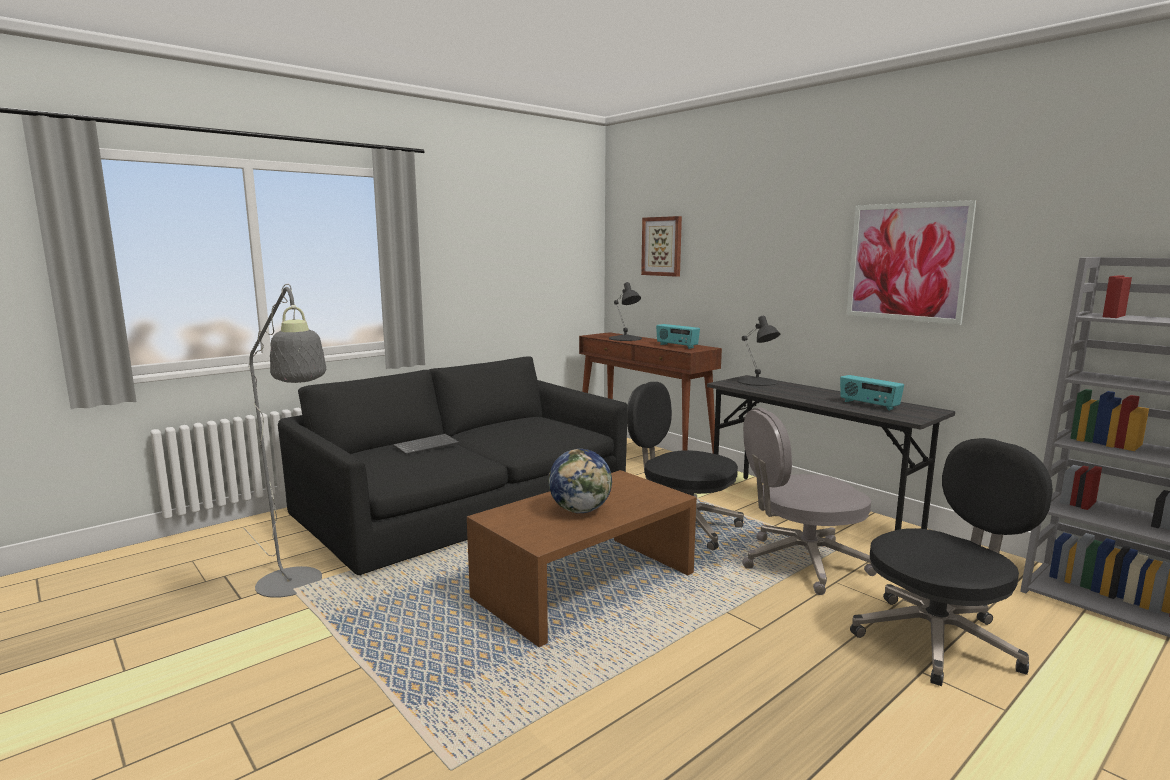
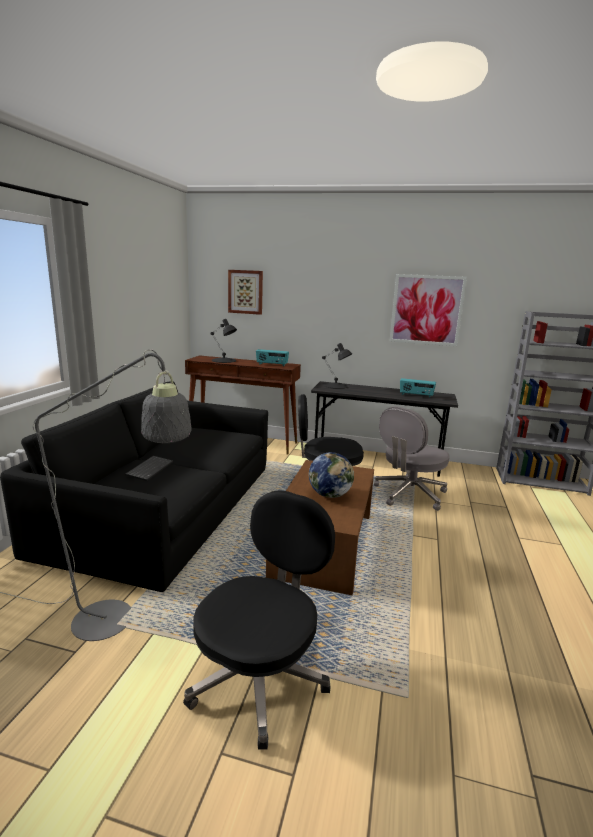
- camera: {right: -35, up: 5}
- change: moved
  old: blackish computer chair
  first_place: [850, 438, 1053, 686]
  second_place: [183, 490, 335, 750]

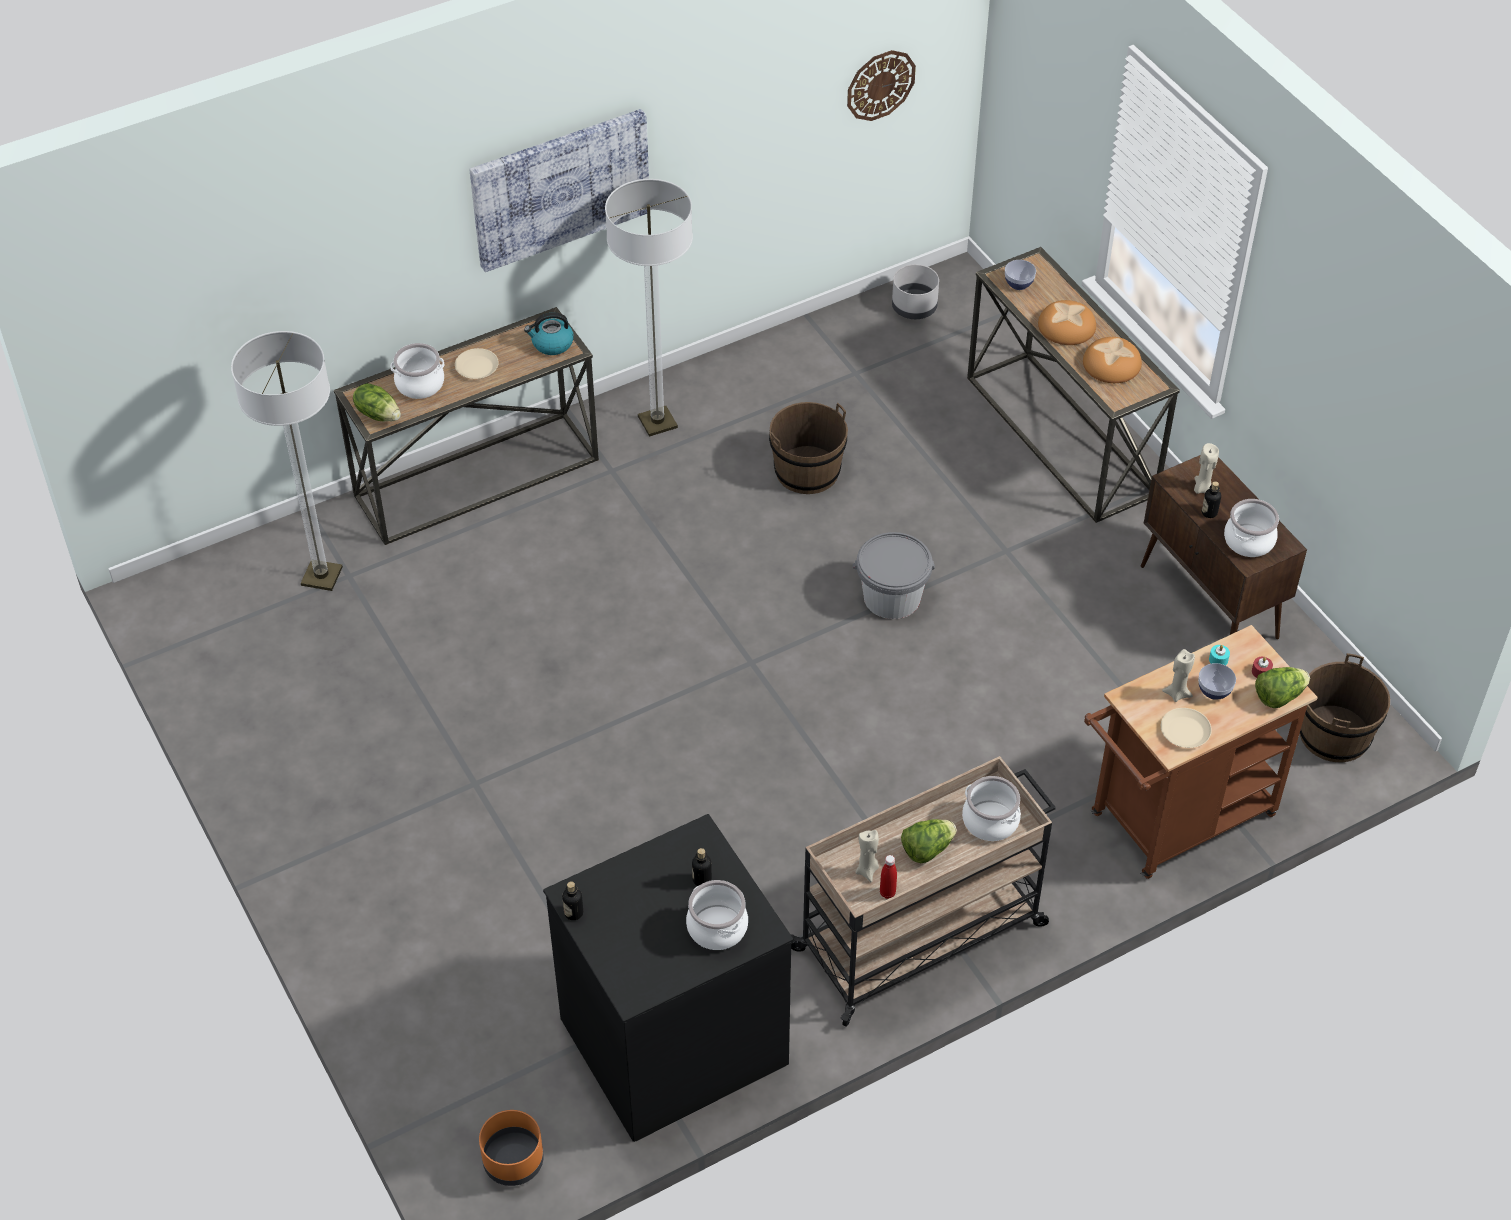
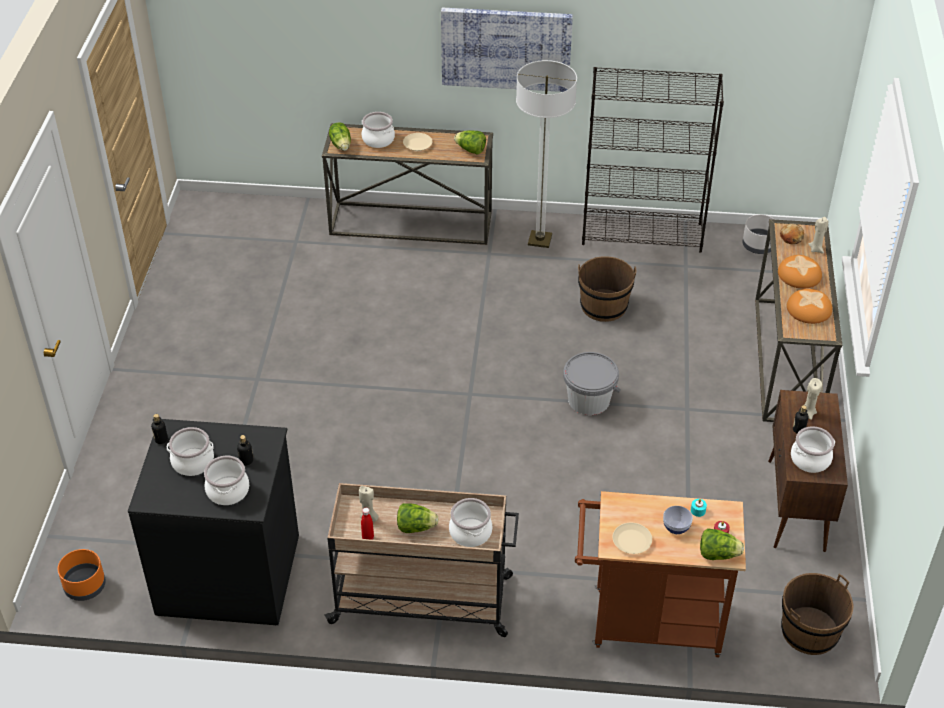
- camera: {right: 35, up: -5}
- change: removed
  old: wall clock
  first_place: [847, 50, 916, 121]
- change: replaced
  old: serving bowl
  new: bakery bread
  first_place: [1005, 260, 1036, 290]
  second_place: [780, 224, 804, 244]
- change: replaced
  old: tea kettle
  new: lettuce
  first_place: [524, 312, 574, 355]
  second_place: [454, 130, 486, 155]
- change: removed
  old: standing lamp
  first_place: [231, 331, 343, 591]
- change: moved
  old: beige wax light
  first_place: [1162, 649, 1195, 702]
  second_place: [809, 217, 829, 254]
- change: added
  new: blackish shelving unit
  second_place: [582, 67, 724, 253]
- change: added
  new: cooking pot
  second_place: [167, 427, 214, 476]

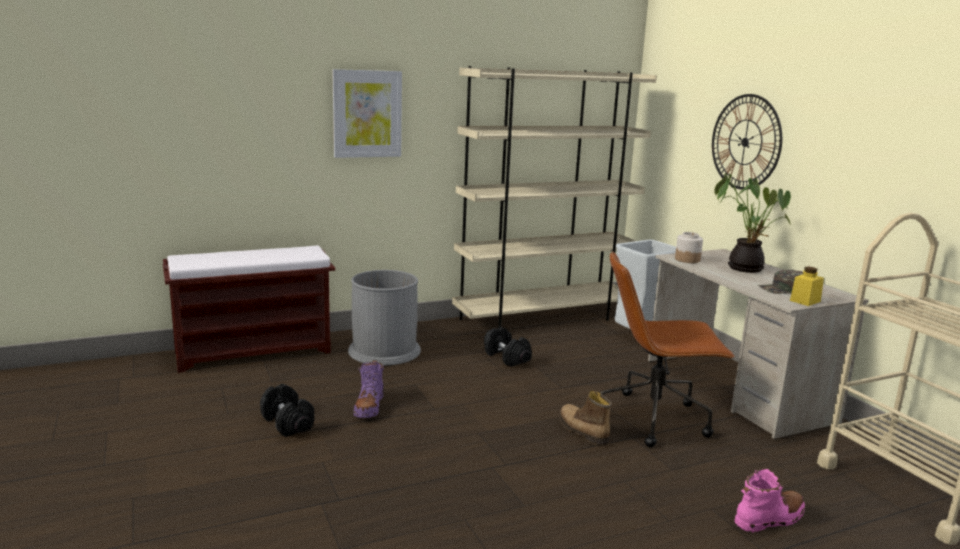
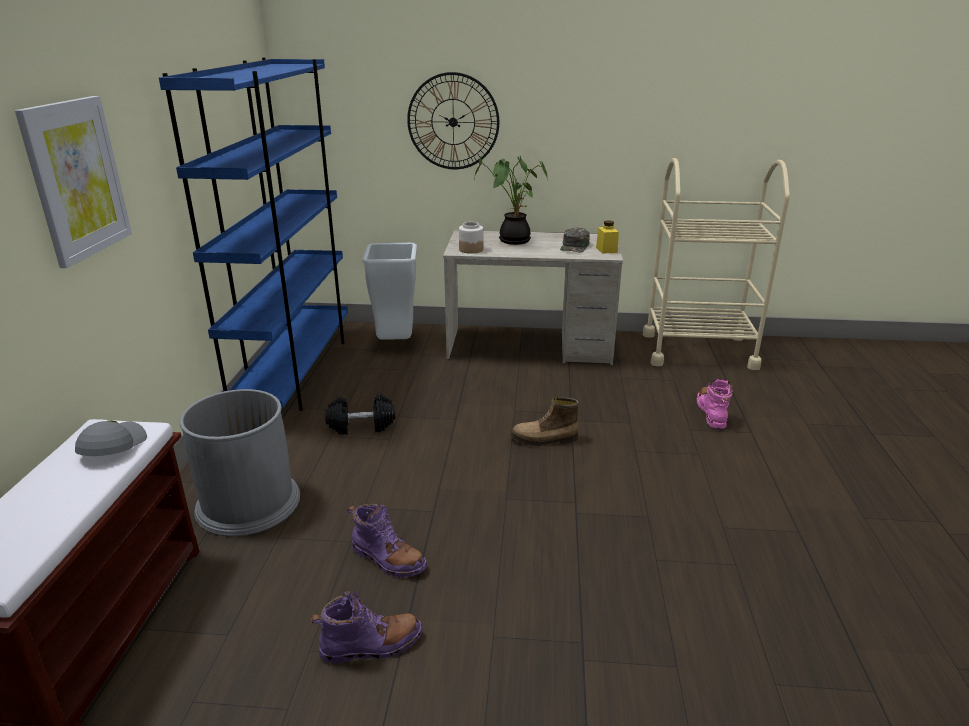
- camera: {right: -60, up: 10}
- change: recoloured
  old: beige shelving unit
  new: blue shelving unit
  first_place: [452, 66, 657, 328]
  second_place: [159, 58, 348, 411]
- change: removed
  old: brownish computer chair
  first_place: [600, 251, 735, 447]
- change: replaced
  old: blackish free weight
  new: purple high-top boot
  first_place: [260, 384, 314, 437]
  second_place: [311, 591, 423, 664]
- change: added
  new: grey baseball cap
  second_place: [75, 421, 147, 456]

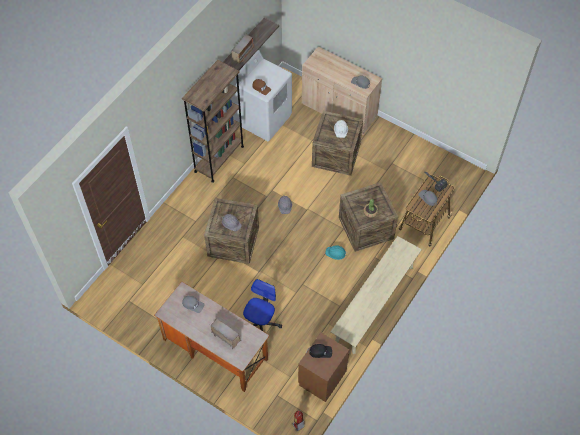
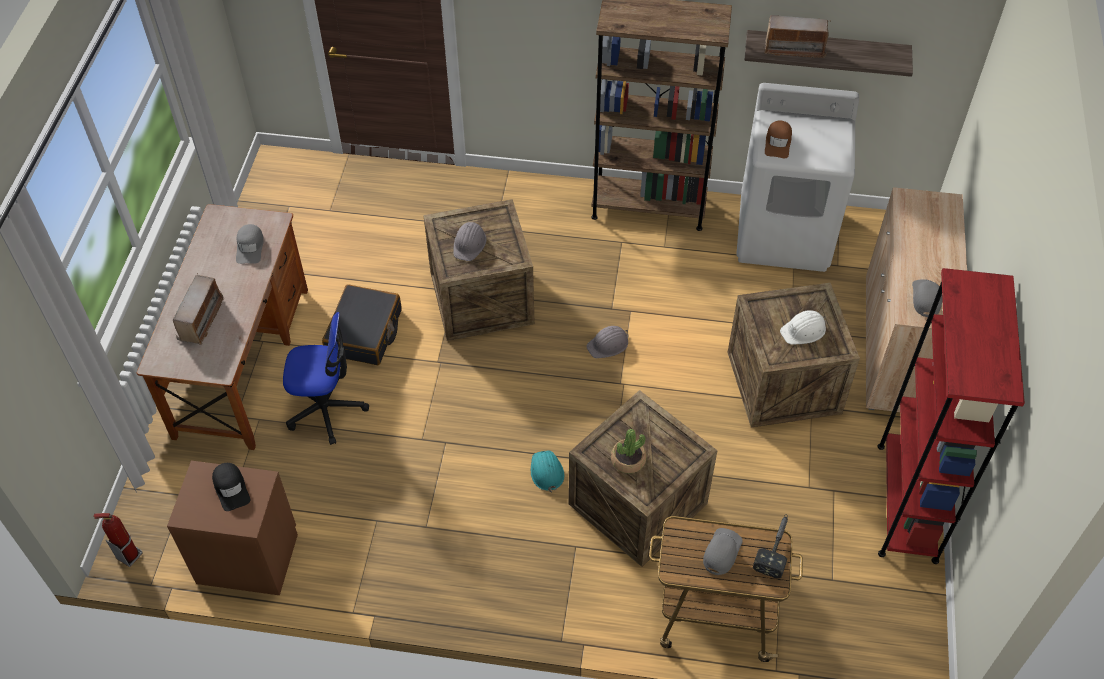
- camera: {right: 65, up: -5}
- change: removed
  old: beige long seat
  first_place: [330, 236, 422, 354]
- change: added
  new: red shelving unit
  second_place: [877, 268, 1025, 564]
- change: added
  new: blackish suitcase
  second_place: [322, 284, 402, 365]

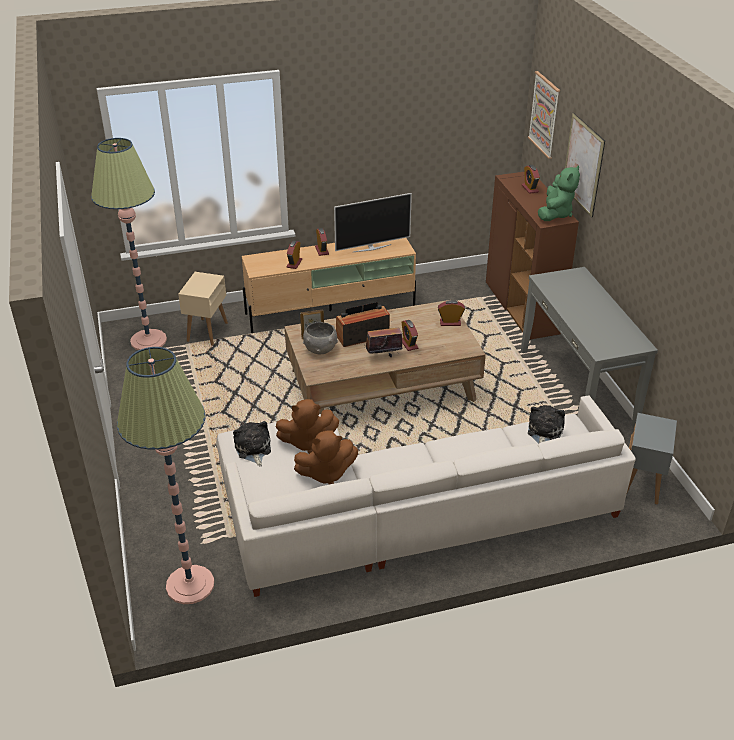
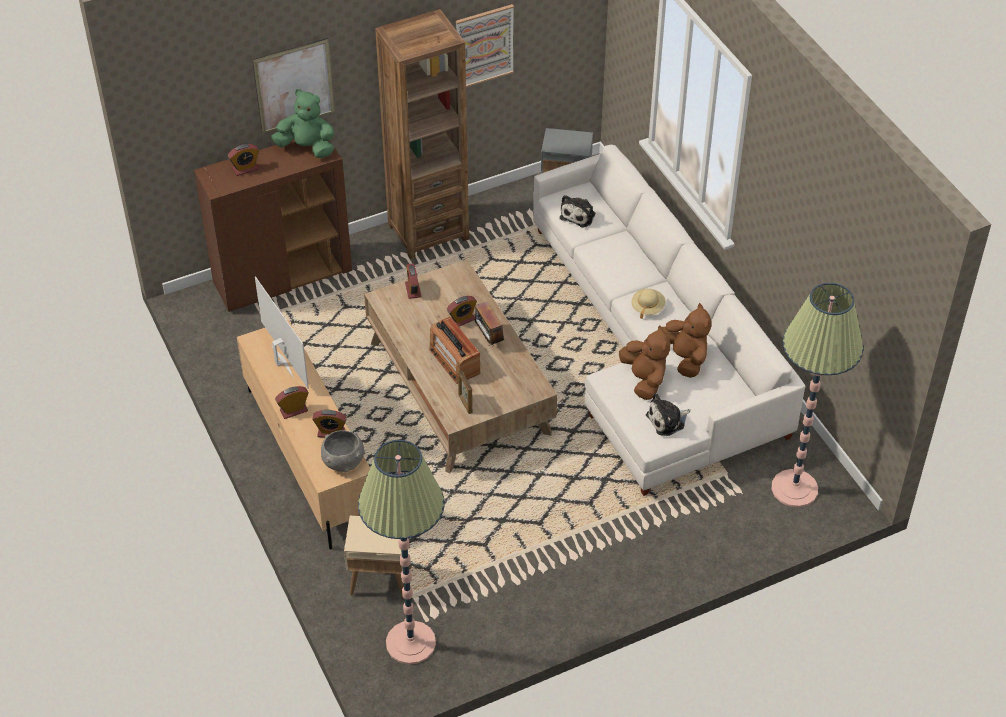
- camera: {right: -100, up: 10}
- change: moved
  old: picture
  first_place: [528, 71, 560, 159]
  second_place: [456, 4, 514, 87]
- change: replaced
  old: grey narrow table
  new: brownish shelving unit
  first_place: [521, 267, 658, 428]
  second_place: [375, 9, 469, 259]
- change: moved
  old: grey serving bowl
  first_place: [303, 322, 338, 354]
  second_place: [321, 430, 365, 472]
- change: turned
  old: soft toy
  first_place: [528, 405, 565, 444]
  second_place: [560, 195, 595, 227]
  degrees: -75
- change: added
  new: beige clothing hat
  second_place: [631, 289, 665, 319]

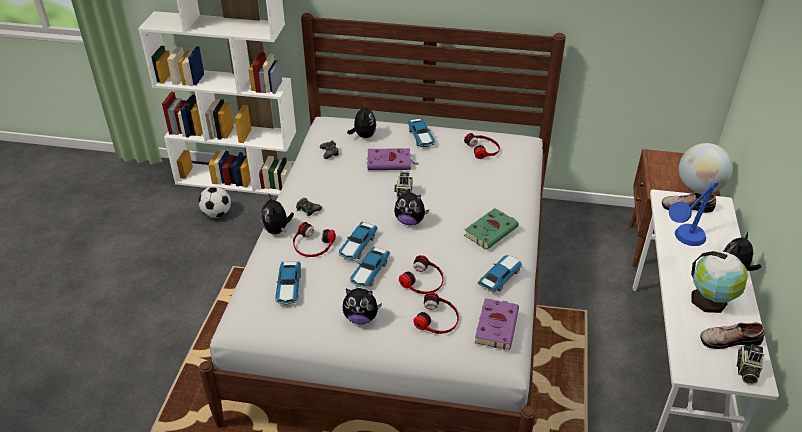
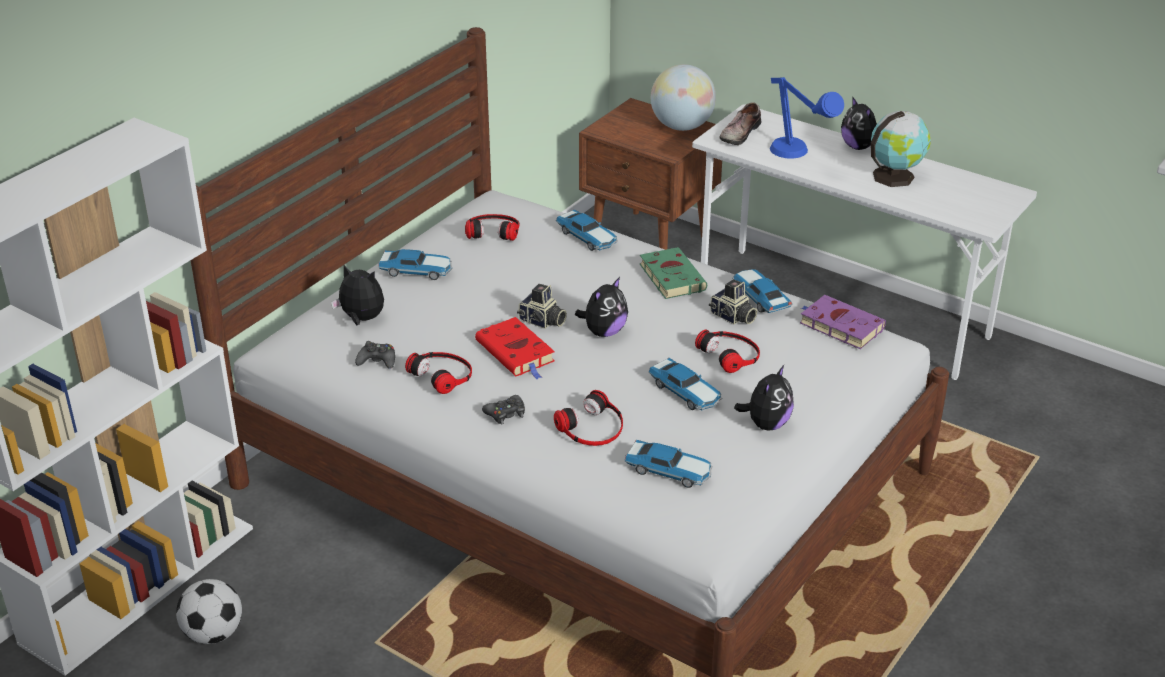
- camera: {right: -65, up: -5}
- change: removed
  old: purple book
  first_place: [367, 148, 419, 170]
- change: removed
  old: soft toy
  first_place: [261, 194, 294, 234]
- change: moved
  old: model car
  first_place: [339, 222, 378, 261]
  second_place: [556, 210, 618, 251]
- change: moved
  old: headphones
  first_place: [413, 293, 459, 334]
  second_place: [405, 352, 472, 394]
- change: removed
  old: item of footwear
  first_place: [700, 322, 765, 349]
- change: moved
  old: photo camera
  first_place: [737, 344, 764, 385]
  second_place: [709, 279, 757, 324]
- change: added
  new: red book
  second_place: [475, 317, 555, 379]

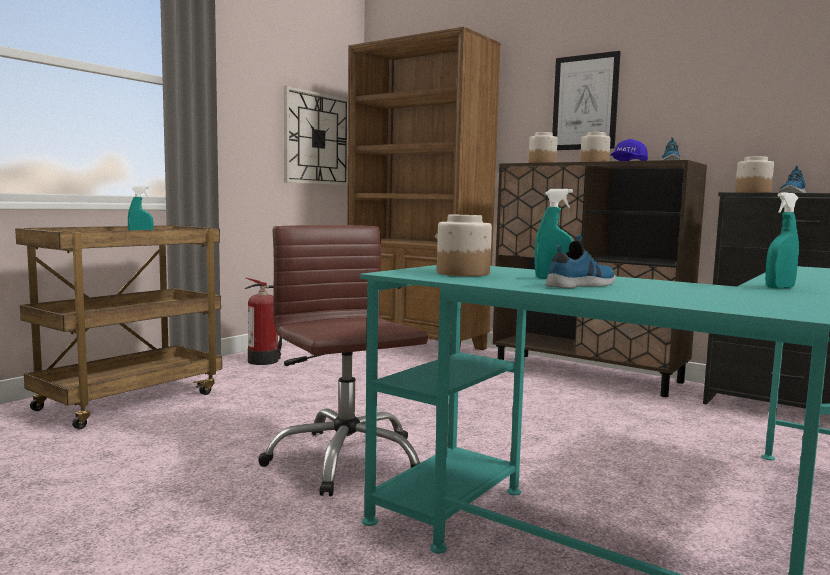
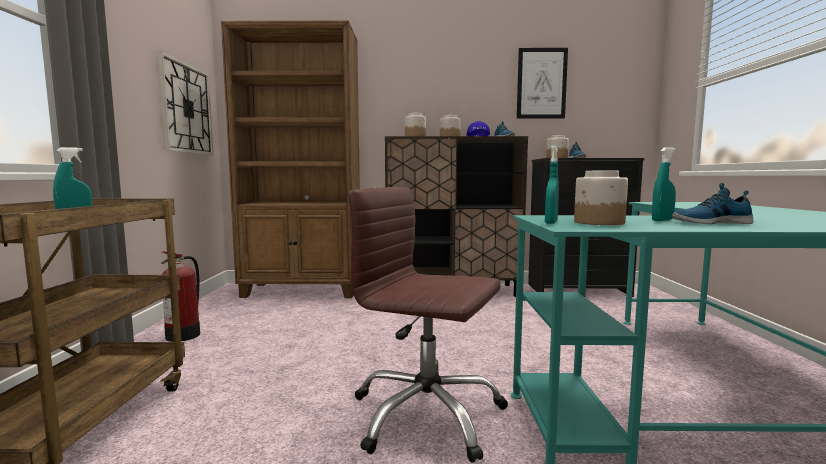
- camera: {right: -35, up: 0}
- change: moved
  old: picture
  first_place: [552, 51, 621, 150]
  second_place: [517, 48, 568, 119]
- change: moved
  old: blue-green sprayer
  first_place: [765, 192, 799, 289]
  second_place: [545, 145, 559, 224]
- change: turned
  old: item of footwear
  first_place: [545, 235, 616, 288]
  second_place: [672, 183, 753, 224]
  degrees: -105

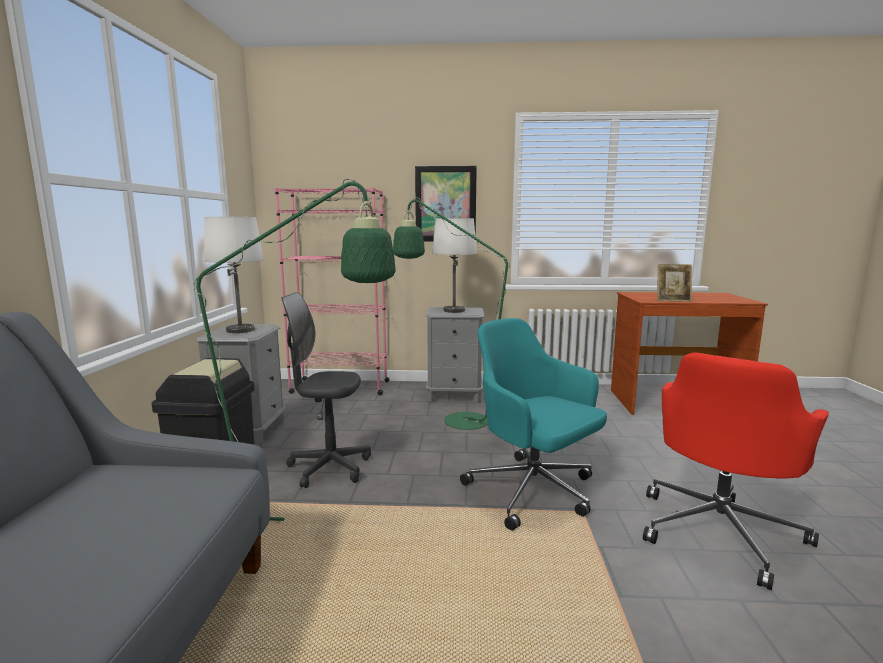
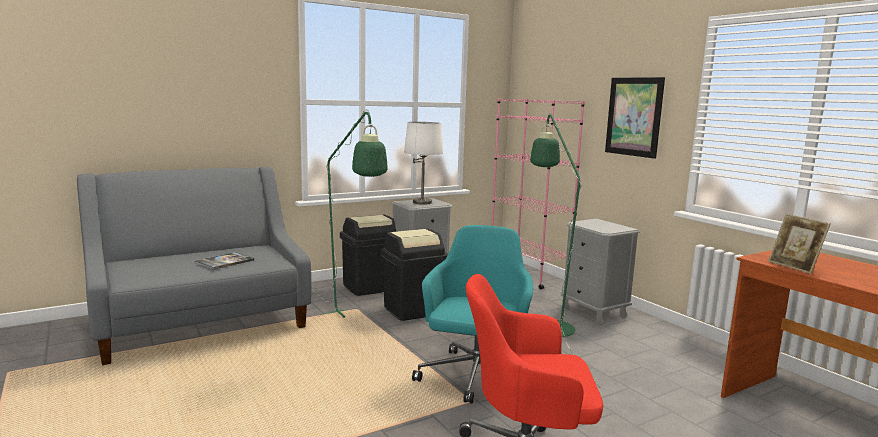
- camera: {right: 55, up: 0}
- change: removed
  old: whitish table lamp
  first_place: [432, 217, 477, 313]
- change: replaced
  old: grey computer chair
  new: blackish waste bin
  first_place: [281, 292, 371, 488]
  second_place: [381, 229, 448, 321]
- change: added
  new: book
  second_place: [194, 252, 254, 270]

